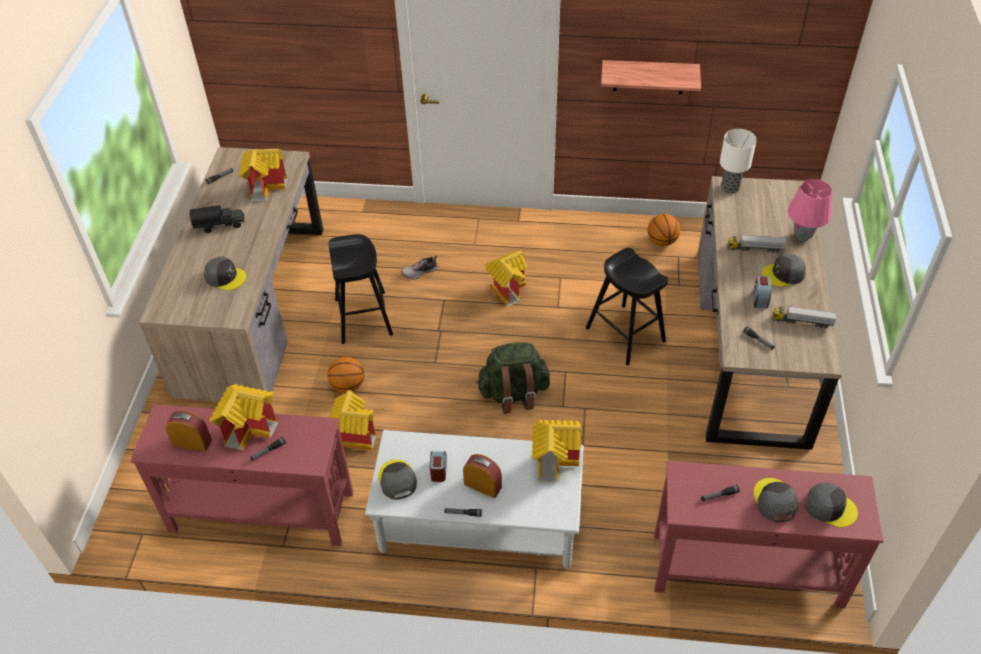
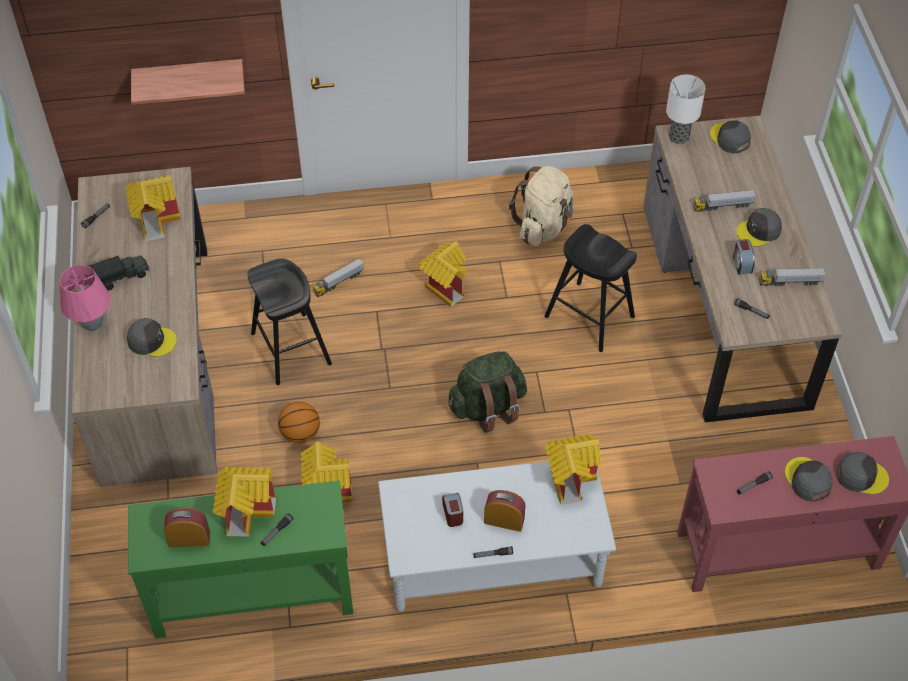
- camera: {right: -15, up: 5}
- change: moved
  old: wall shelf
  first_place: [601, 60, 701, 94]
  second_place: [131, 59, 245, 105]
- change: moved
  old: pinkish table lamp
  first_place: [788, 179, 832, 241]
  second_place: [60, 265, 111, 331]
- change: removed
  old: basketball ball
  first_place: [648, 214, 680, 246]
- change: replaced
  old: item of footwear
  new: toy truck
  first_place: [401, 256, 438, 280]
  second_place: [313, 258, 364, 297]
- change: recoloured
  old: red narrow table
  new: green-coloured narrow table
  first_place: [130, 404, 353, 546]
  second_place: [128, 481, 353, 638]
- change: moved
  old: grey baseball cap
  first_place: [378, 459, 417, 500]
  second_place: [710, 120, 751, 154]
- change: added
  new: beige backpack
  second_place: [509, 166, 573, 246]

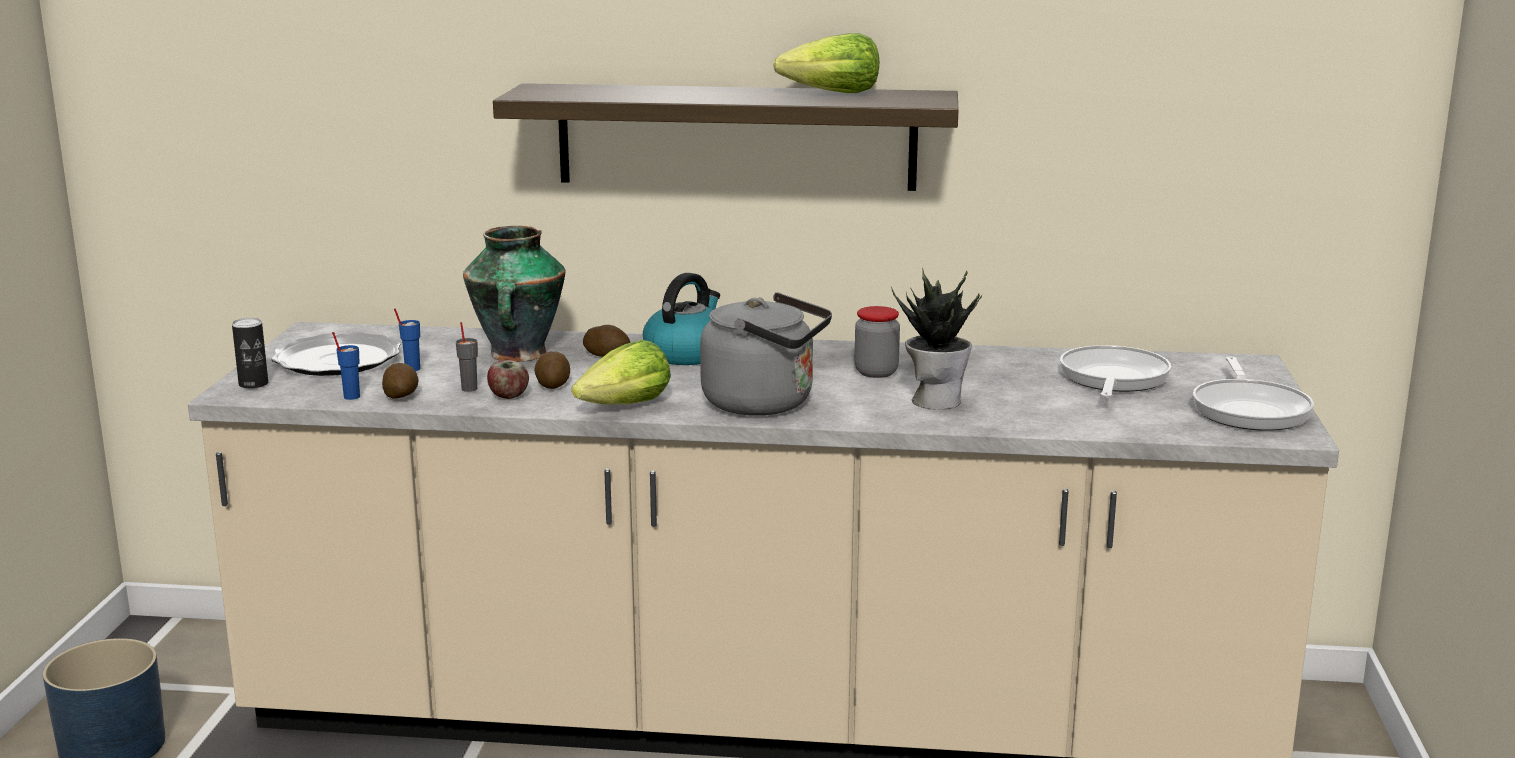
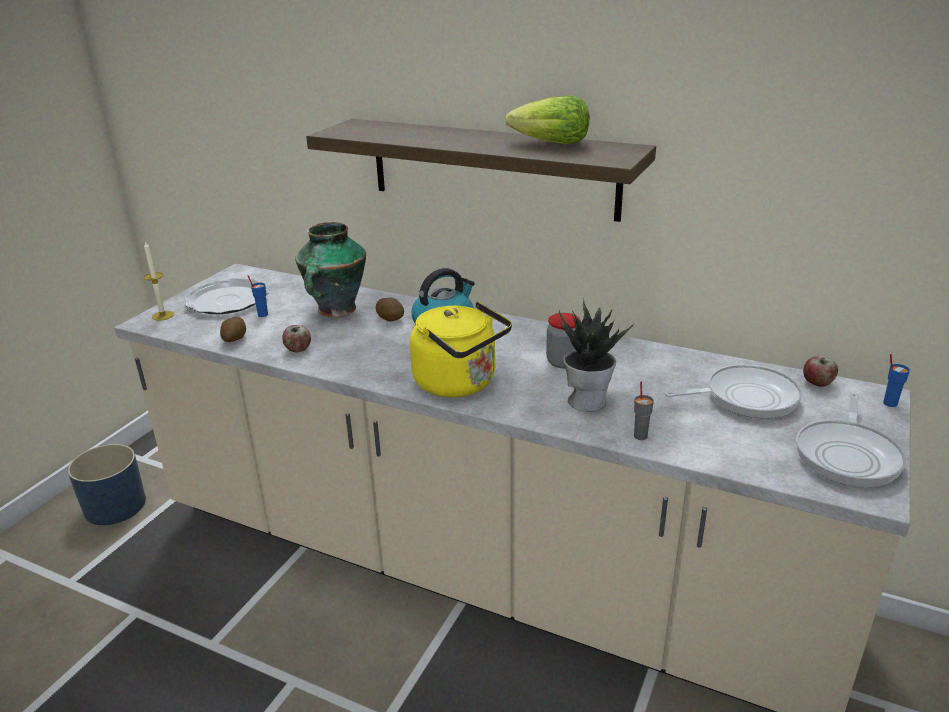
- camera: {right: 20, up: 10}
- change: recoloured
  old: grey tea kettle
  new: yellowish tea kettle
  first_place: [700, 292, 832, 416]
  second_place: [410, 301, 512, 398]
- change: replaced
  old: metal can
  new: wax light
  first_place: [232, 318, 268, 389]
  second_place: [144, 242, 174, 321]
- change: moved
  old: grey cup
  first_place: [456, 322, 478, 392]
  second_place: [634, 382, 654, 440]
- change: moved
  old: blue cup
  first_place: [332, 332, 360, 400]
  second_place: [883, 354, 910, 407]
- change: removed
  old: lettuce
  first_place: [572, 340, 671, 405]
- change: turned
  old: skillet
  first_place: [1060, 345, 1171, 398]
  second_place: [665, 364, 802, 418]
  degrees: 45
- change: removed
  old: spud
  first_place: [534, 351, 570, 389]
- change: added
  new: apple
  second_place: [803, 356, 838, 387]

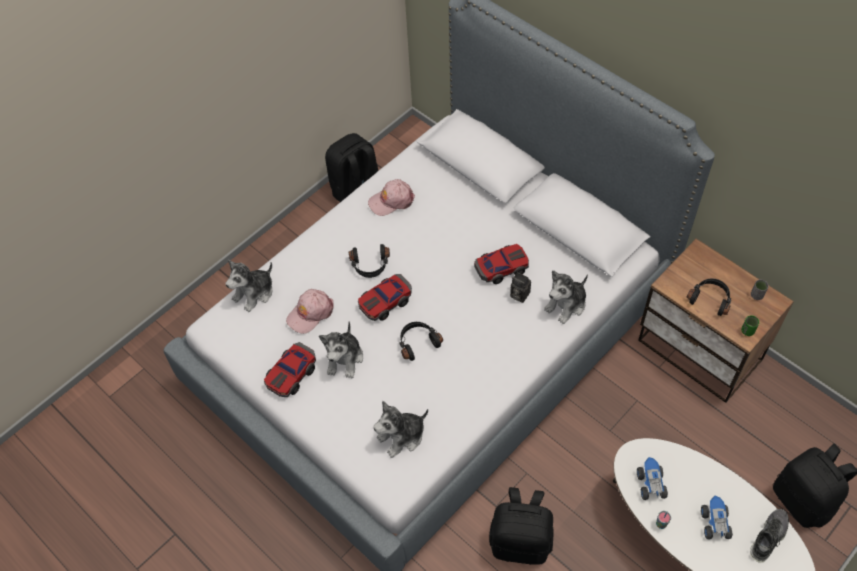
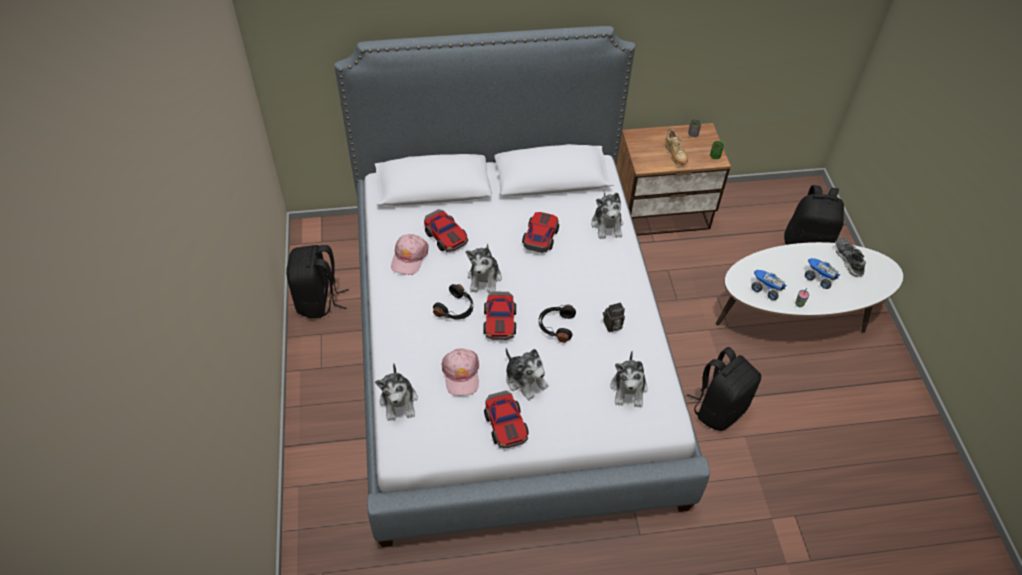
- camera: {right: -55, up: -5}
- change: moved
  old: photo camera
  first_place: [510, 272, 531, 303]
  second_place: [603, 302, 625, 332]
- change: replaced
  old: blackish headphones
  new: beige item of footwear
  first_place: [687, 278, 731, 316]
  second_place: [665, 129, 688, 165]
- change: added
  new: model car
  second_place: [424, 209, 468, 252]
- change: added
  new: soft toy
  second_place: [466, 244, 502, 294]

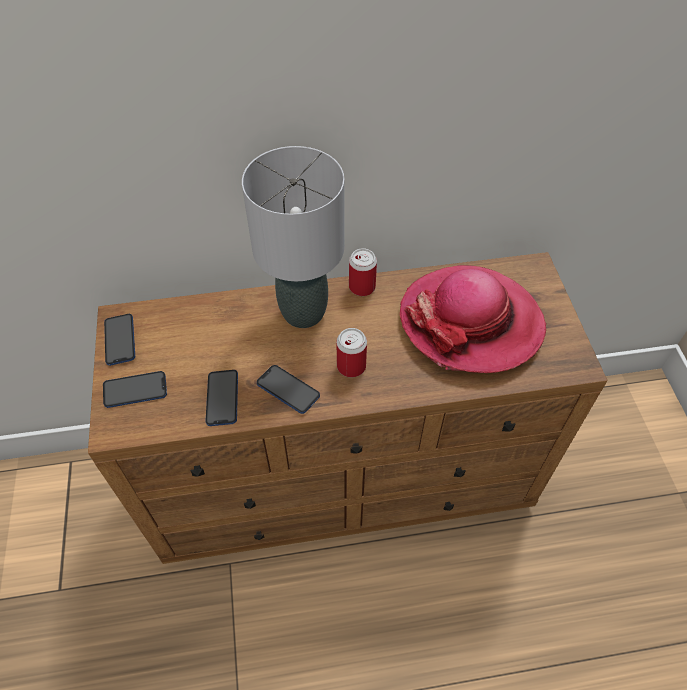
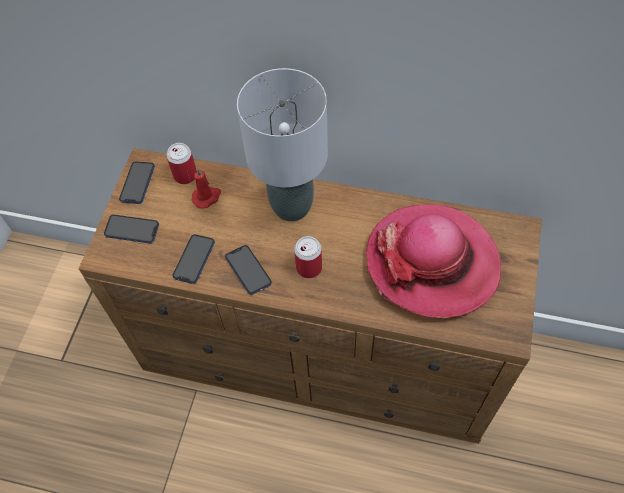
- camera: {right: 25, up: 5}
- change: moved
  old: metal can
  first_place: [349, 248, 377, 296]
  second_place: [167, 143, 197, 184]
- change: added
  new: red wax light
  second_place: [192, 168, 221, 208]

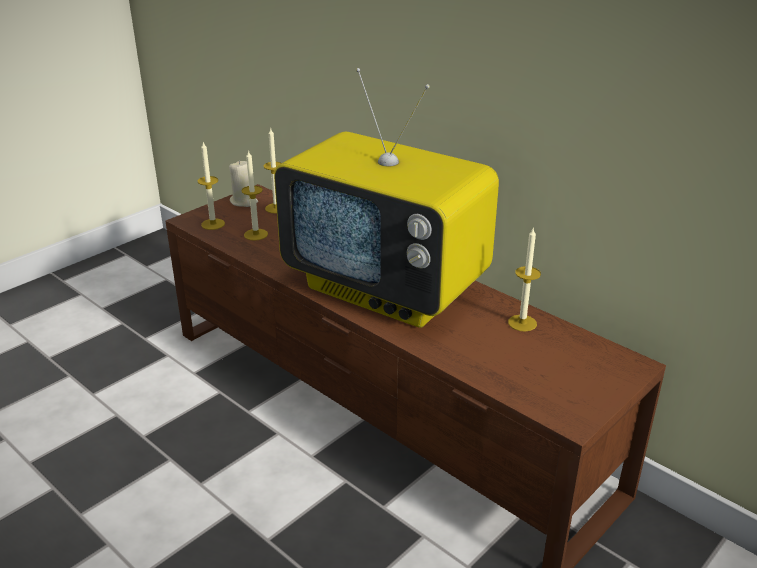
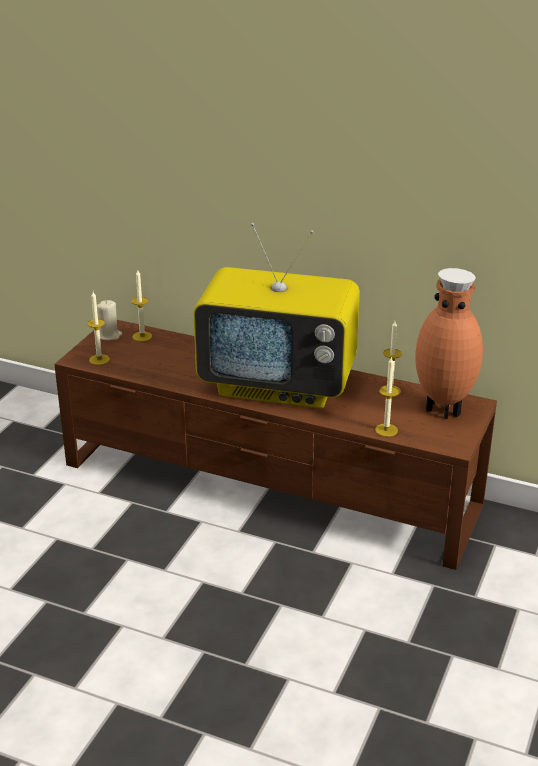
- camera: {right: -20, up: 0}
- change: moved
  old: wax light
  first_place: [241, 150, 268, 241]
  second_place: [375, 356, 399, 437]
- change: added
  new: brownish flower vase
  second_place: [415, 268, 483, 419]

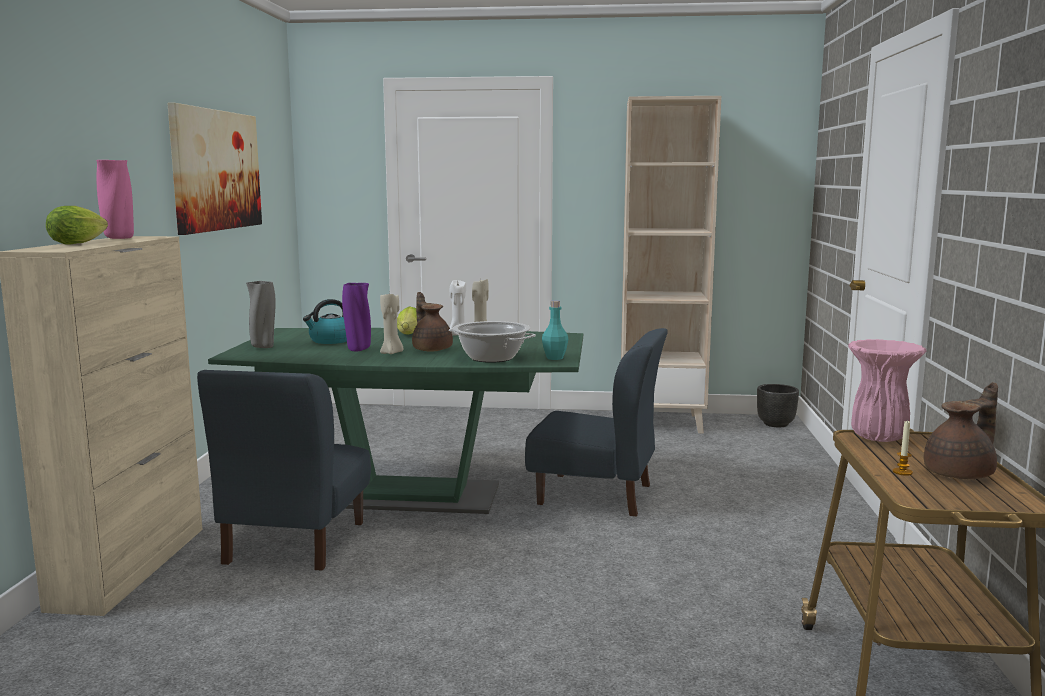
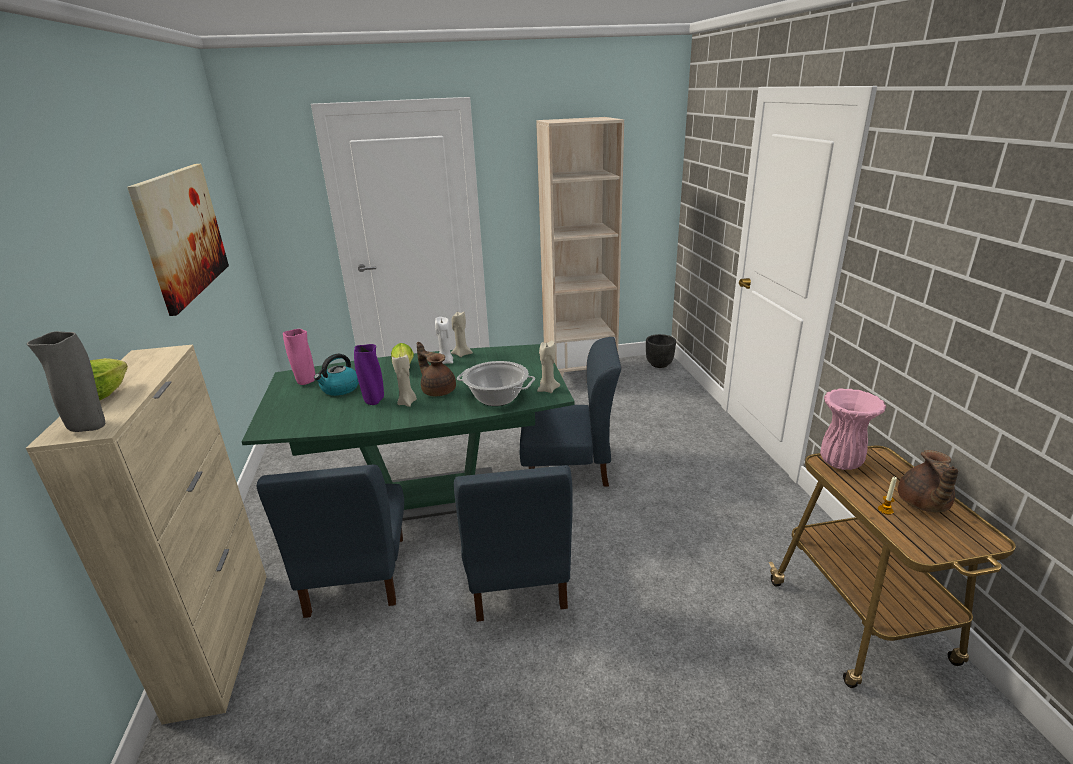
- camera: {right: -15, up: 15}
- change: moved
  old: pinkish flower vase
  first_place: [96, 160, 134, 239]
  second_place: [283, 329, 315, 385]
- change: moved
  old: grey flower vase
  first_place: [246, 281, 276, 348]
  second_place: [27, 331, 105, 432]
- change: replaced
  old: blue-green drink bottle
  new: beige wax light
  first_place: [542, 300, 568, 360]
  second_place: [537, 341, 560, 393]
- change: turned
  old: brownish tea pot
  first_place: [924, 382, 998, 479]
  second_place: [898, 450, 958, 512]
  degrees: 150
- change: added
  new: blue plain chair
  second_place: [454, 465, 573, 622]

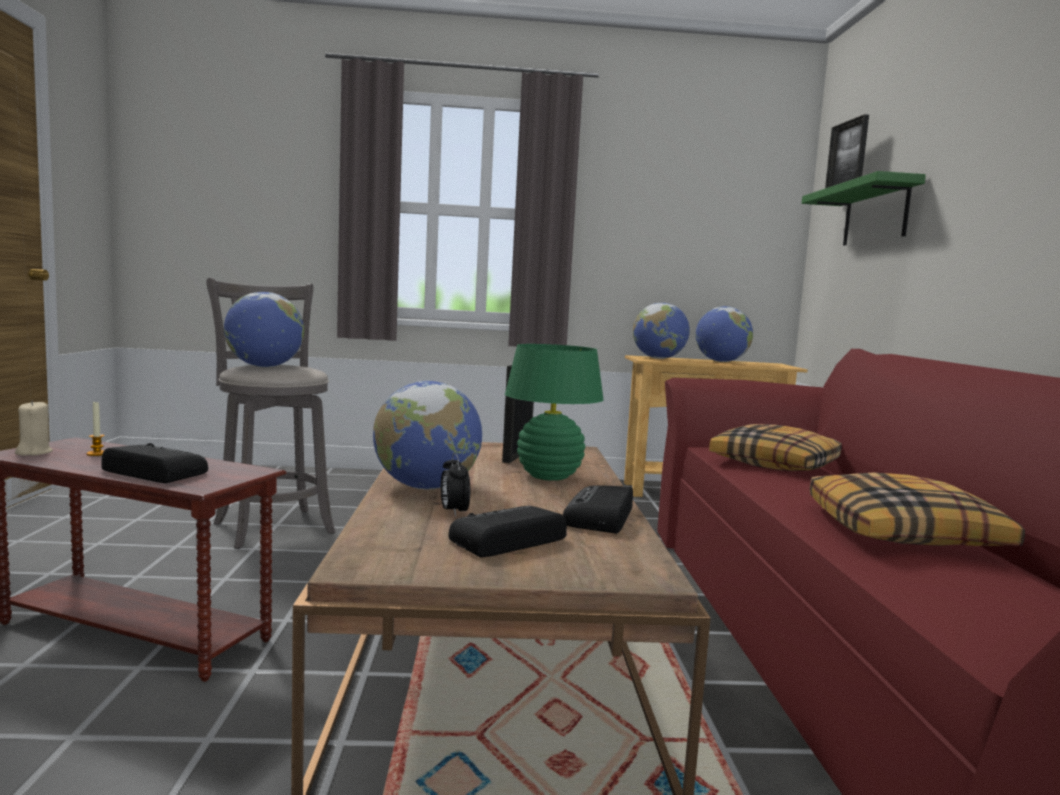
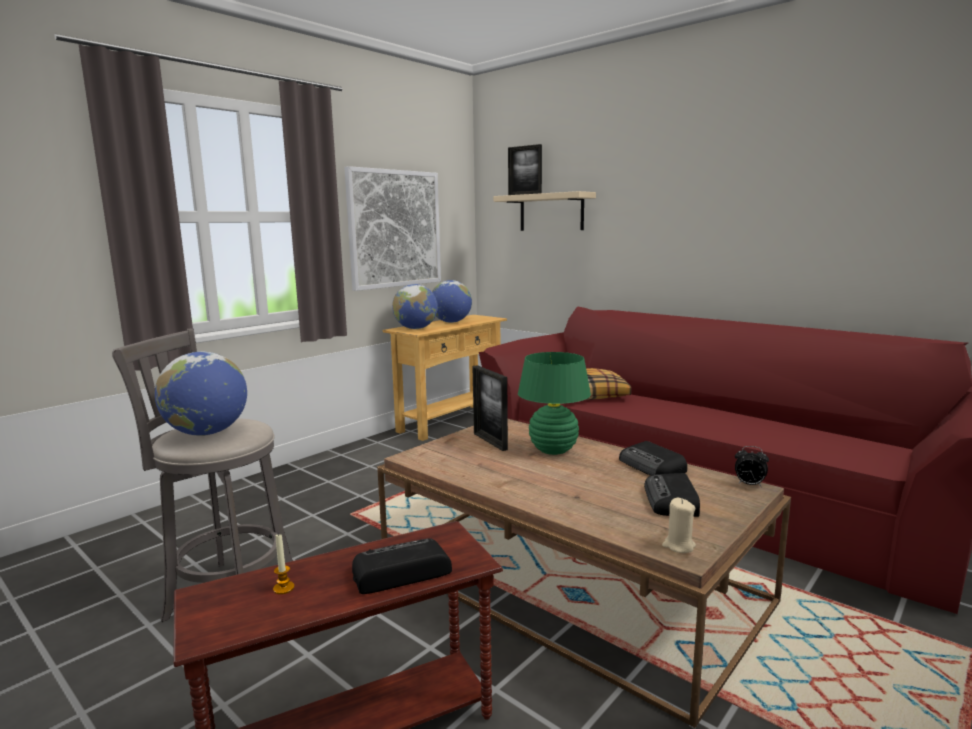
- camera: {right: -45, up: 5}
- change: recoloured
  old: green-coloured wall shelf
  new: beige wall shelf
  first_place: [802, 171, 926, 245]
  second_place: [493, 191, 596, 231]
- change: removed
  old: globe
  first_place: [373, 381, 482, 490]
- change: moved
  old: beige wax light
  first_place: [15, 400, 53, 456]
  second_place: [662, 498, 696, 553]
- change: moved
  old: alarm clock
  first_place: [441, 453, 470, 517]
  second_place: [735, 446, 769, 486]
- change: removed
  old: pillow
  first_place: [810, 473, 1025, 546]
- change: added
  new: picture
  second_place: [344, 166, 441, 291]

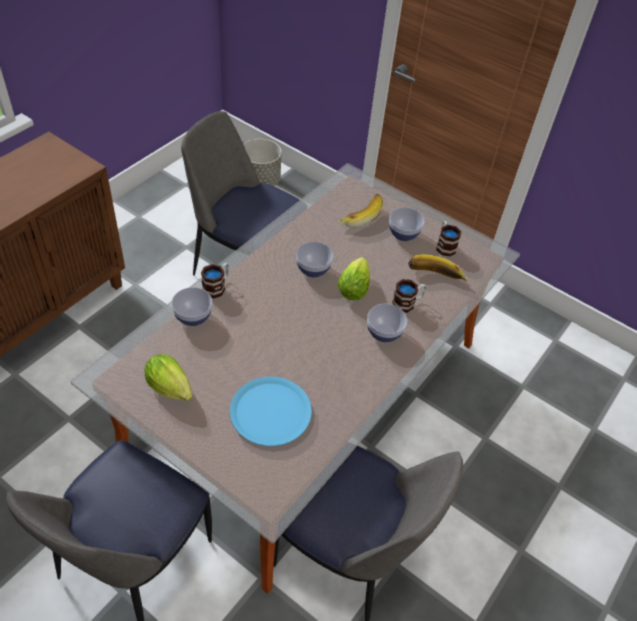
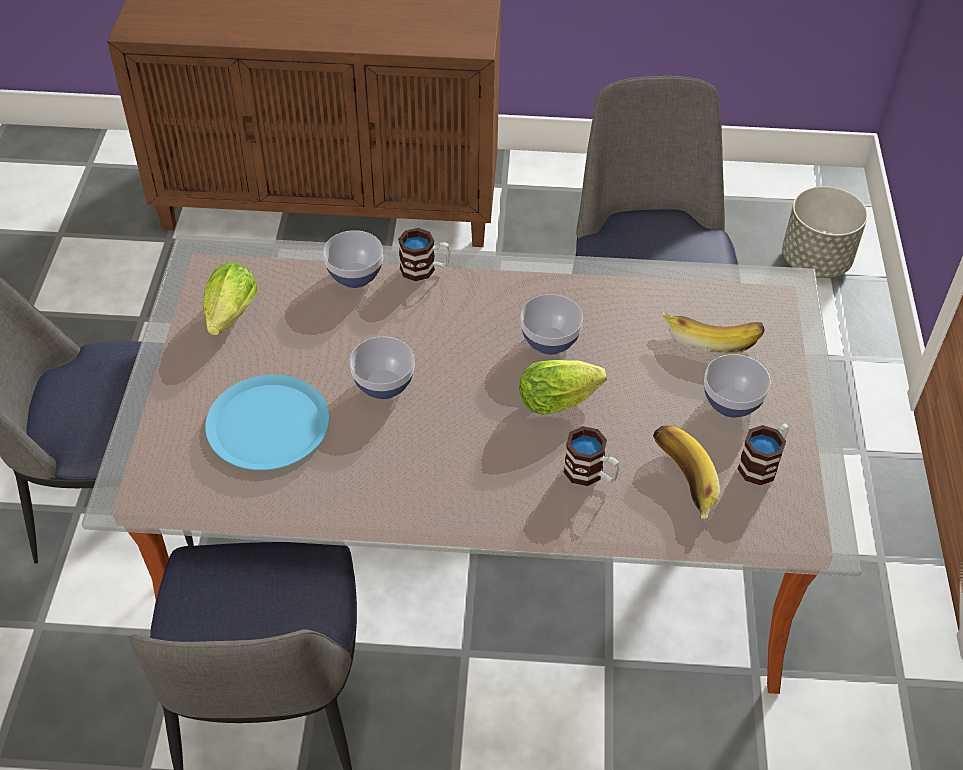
- camera: {right: 60, up: 0}
- change: moved
  old: serving bowl
  first_place: [367, 304, 407, 342]
  second_place: [350, 337, 415, 399]

